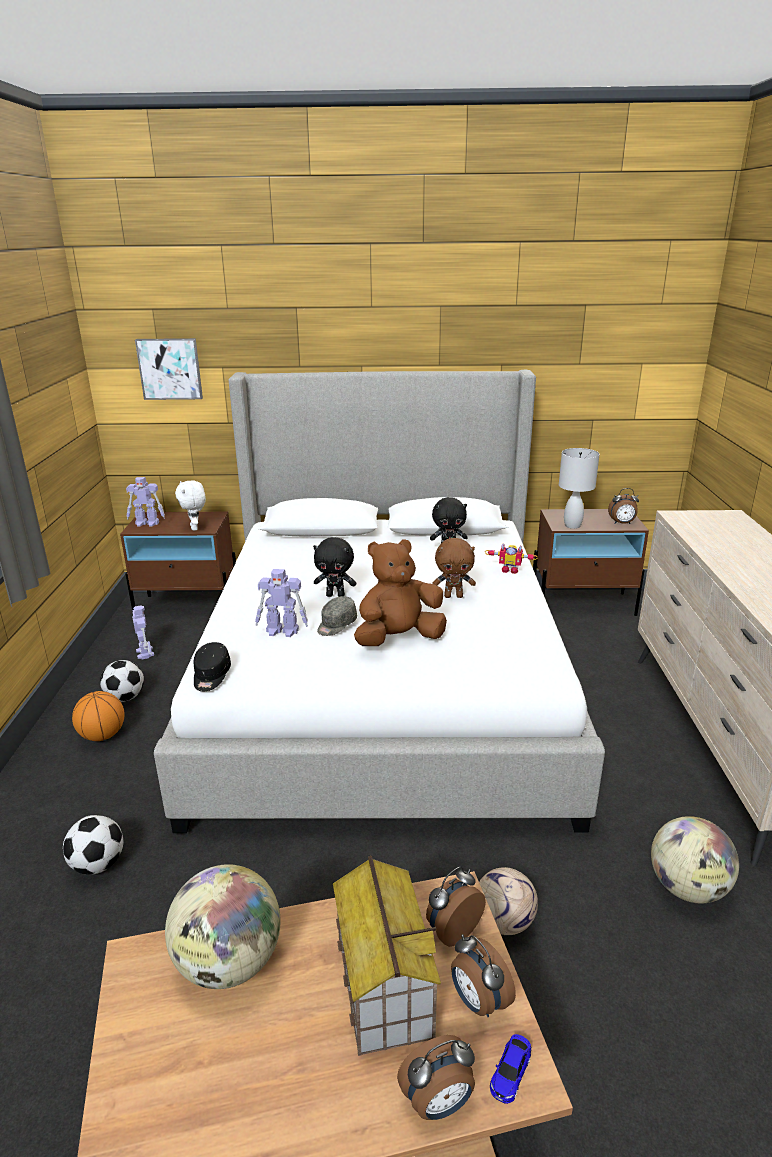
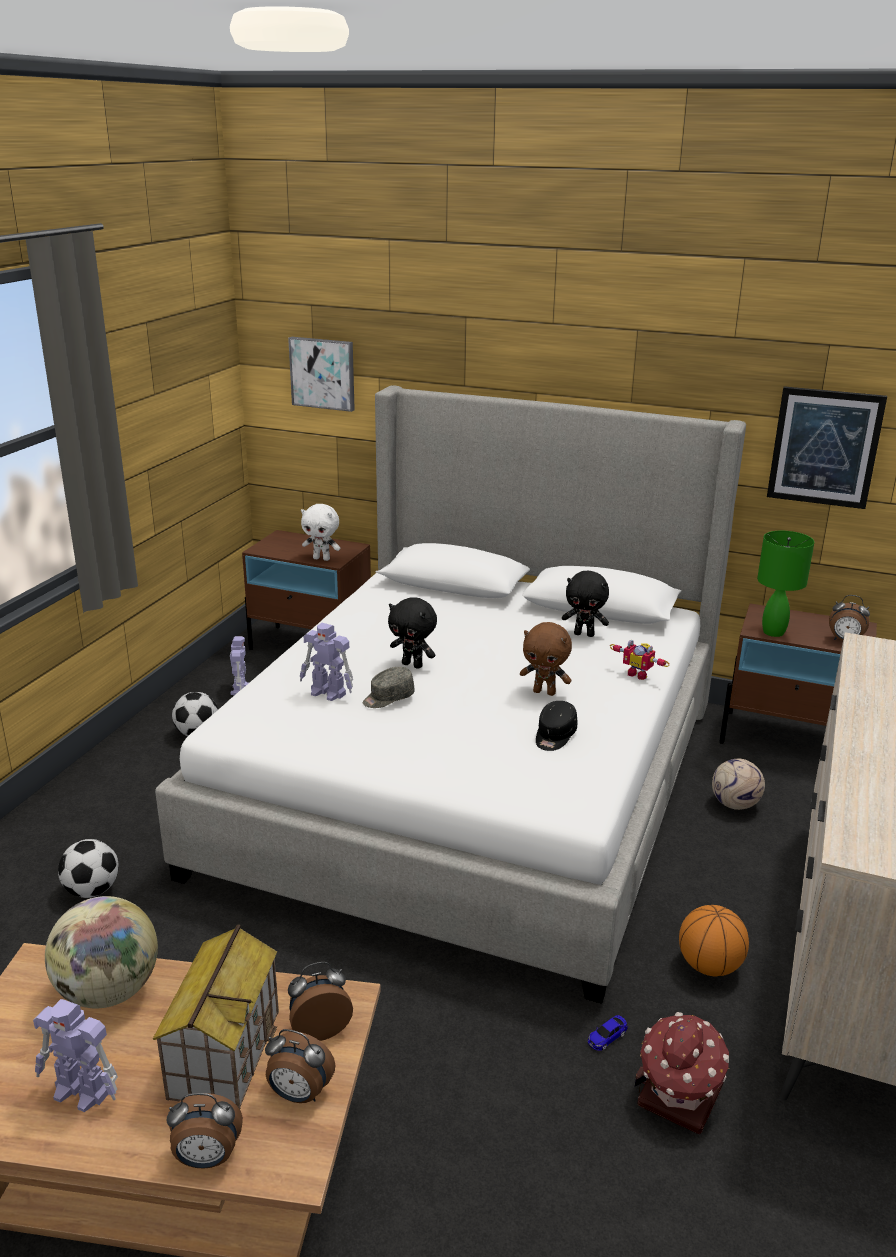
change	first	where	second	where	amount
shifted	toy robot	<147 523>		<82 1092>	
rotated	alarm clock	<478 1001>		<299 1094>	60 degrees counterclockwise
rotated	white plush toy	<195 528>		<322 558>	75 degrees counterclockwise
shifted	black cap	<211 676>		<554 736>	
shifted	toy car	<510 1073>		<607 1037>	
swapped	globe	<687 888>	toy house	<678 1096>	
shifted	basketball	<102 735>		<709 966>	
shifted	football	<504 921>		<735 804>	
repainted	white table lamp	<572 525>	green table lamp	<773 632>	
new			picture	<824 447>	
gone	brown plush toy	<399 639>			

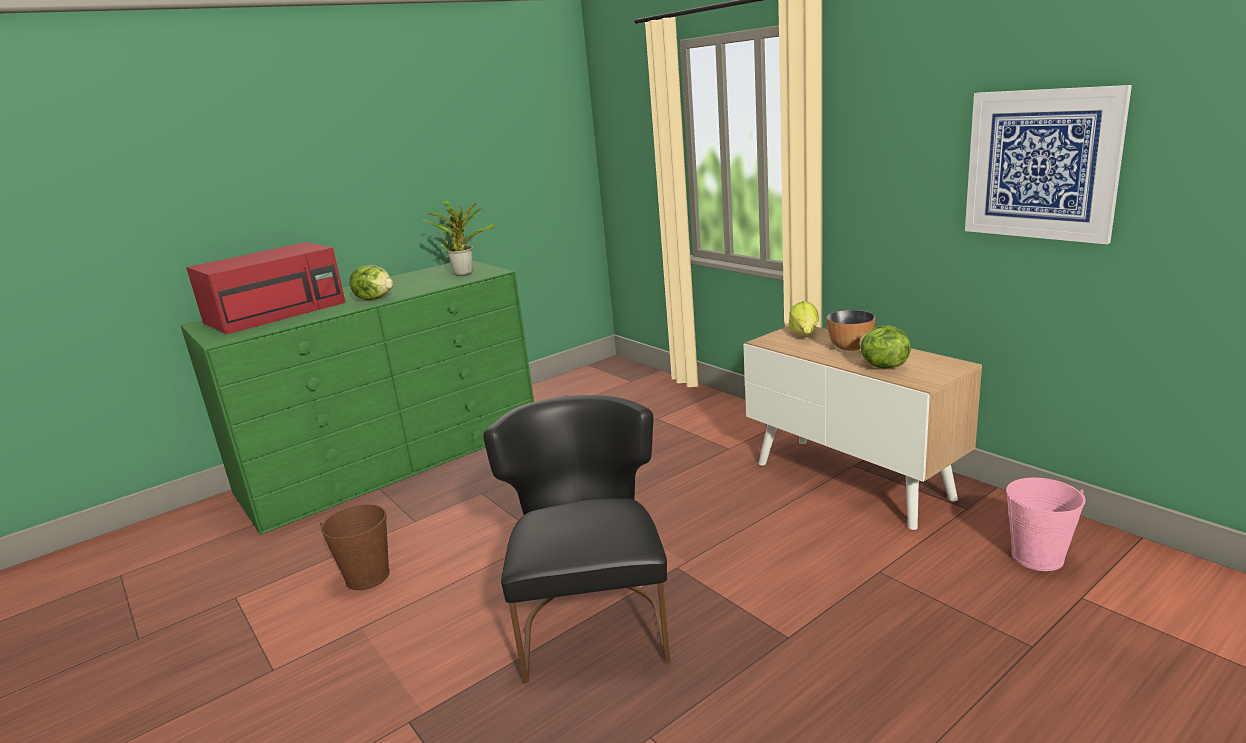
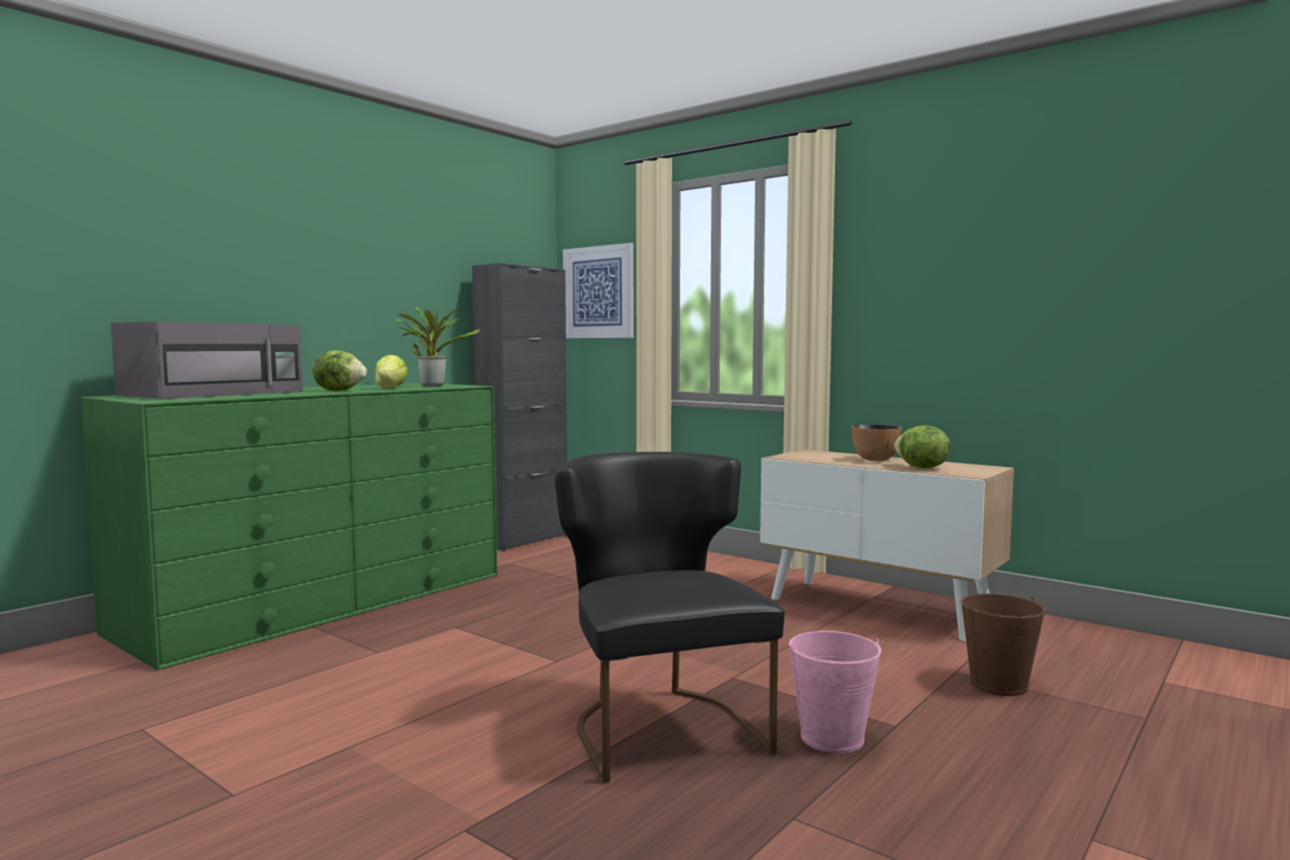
change	first	where	second	where	amount
repainted	red microwave	<277 312>	grey microwave	<215 393>	
shifted	lettuce	<804 334>		<390 388>	
new			black cabinet	<524 539>	
shifted	picture	<1041 164>		<598 292>	
shifted	pink bucket	<1037 556>		<831 738>	
shifted	brown bucket	<367 576>		<998 684>	

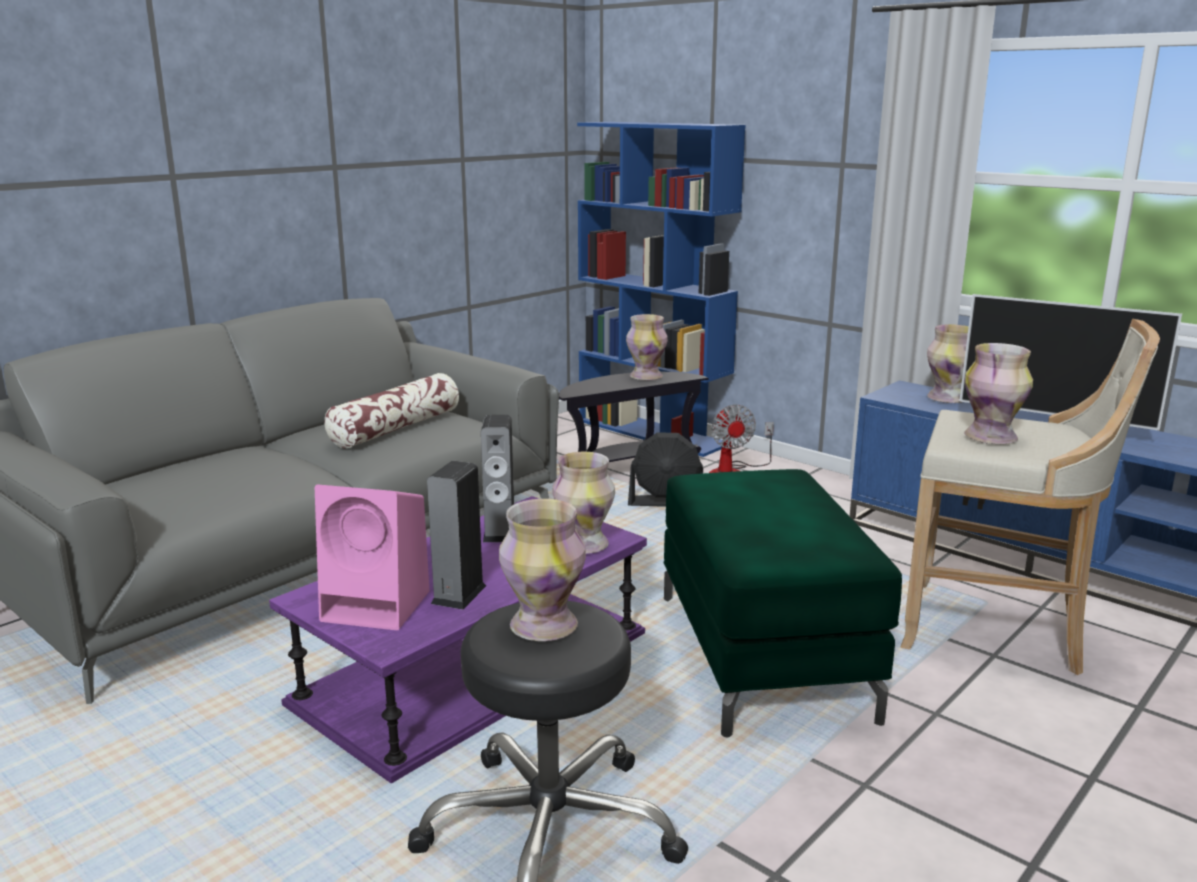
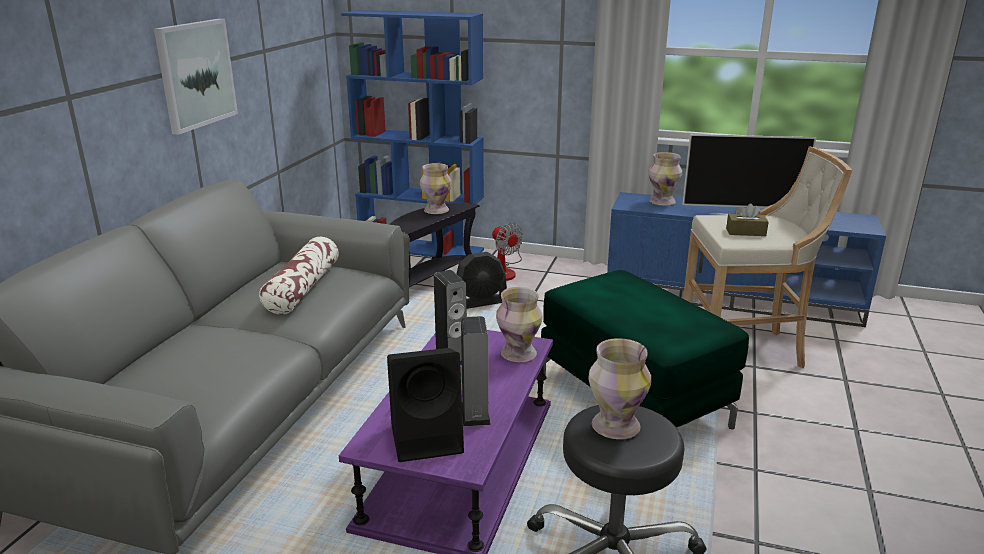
change	first	where	second	where	amount
new			picture	<196 74>	
repainted	pink speaker	<379 606>	black speaker	<429 438>	
swapped	vase	<992 437>	brown tissue box	<745 232>	

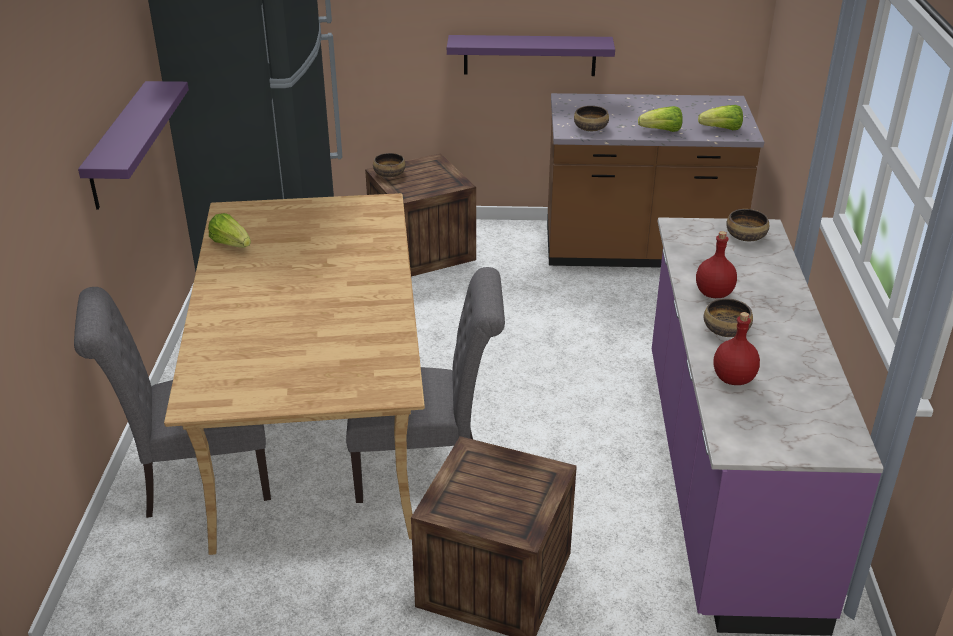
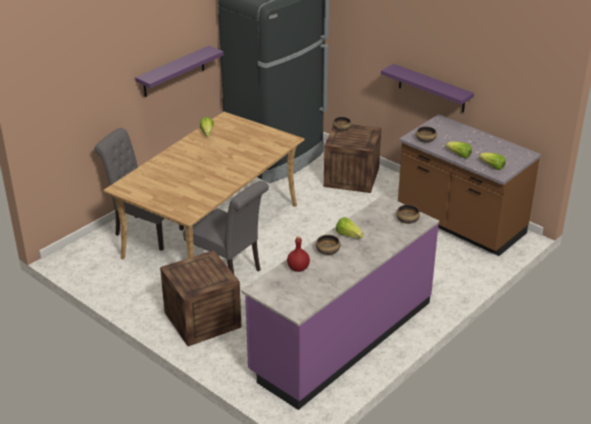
change	first	where	second	where	amount
swapped	red bottle	<713 293>	lettuce	<348 235>	

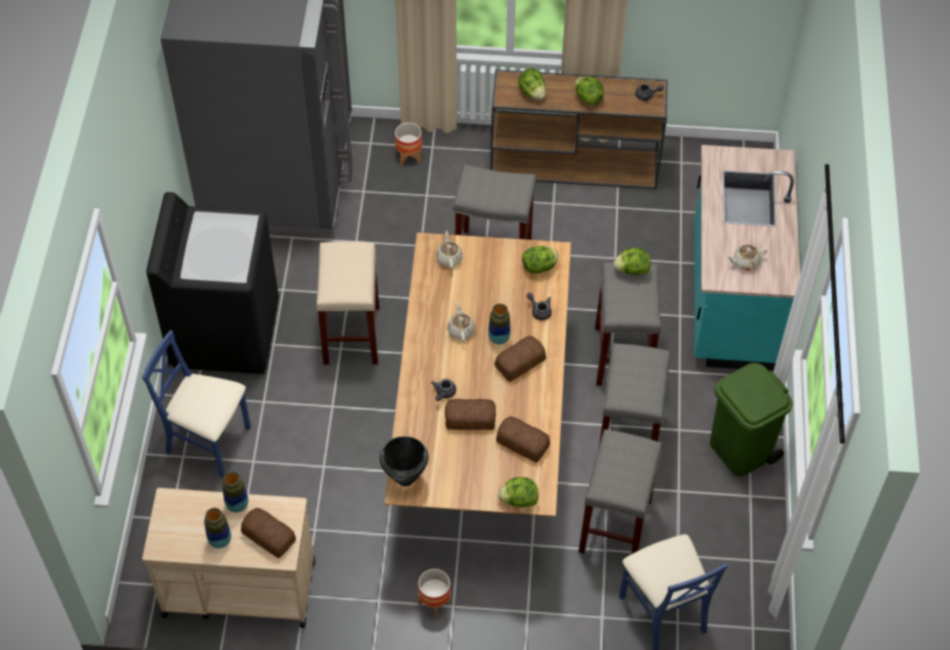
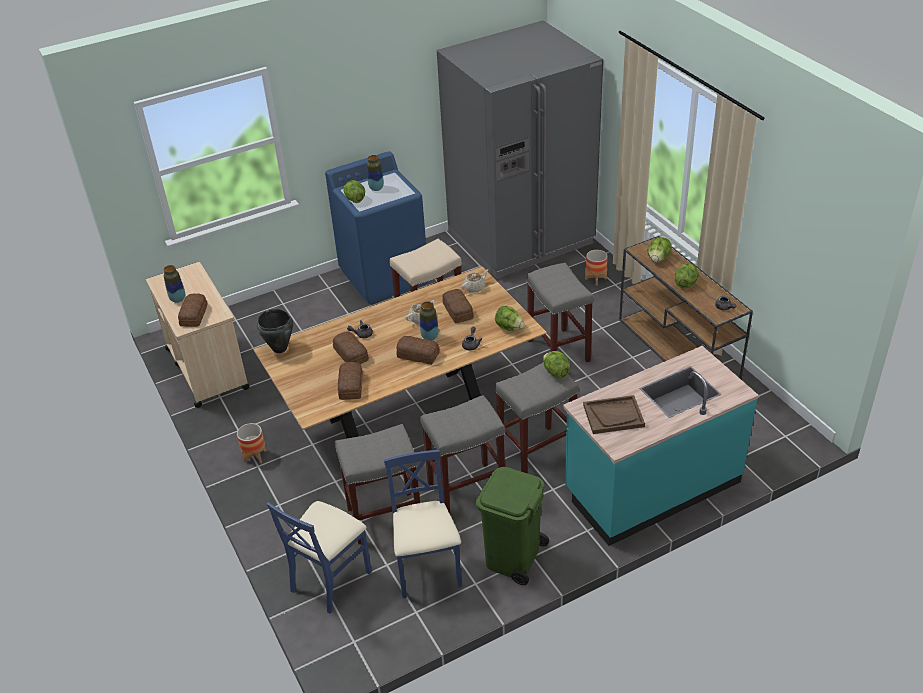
change	first	where	second	where	amount
repainted	black washing machine	<225 332>	blue washing machine	<384 276>	
shifted	lettuce	<518 500>		<354 199>	
shifted	vase	<237 505>		<376 188>	
shifted	blue chair	<209 441>		<427 569>	
new			bread	<457 311>	
swapped	beige teapot	<745 262>	brown tray	<613 416>	

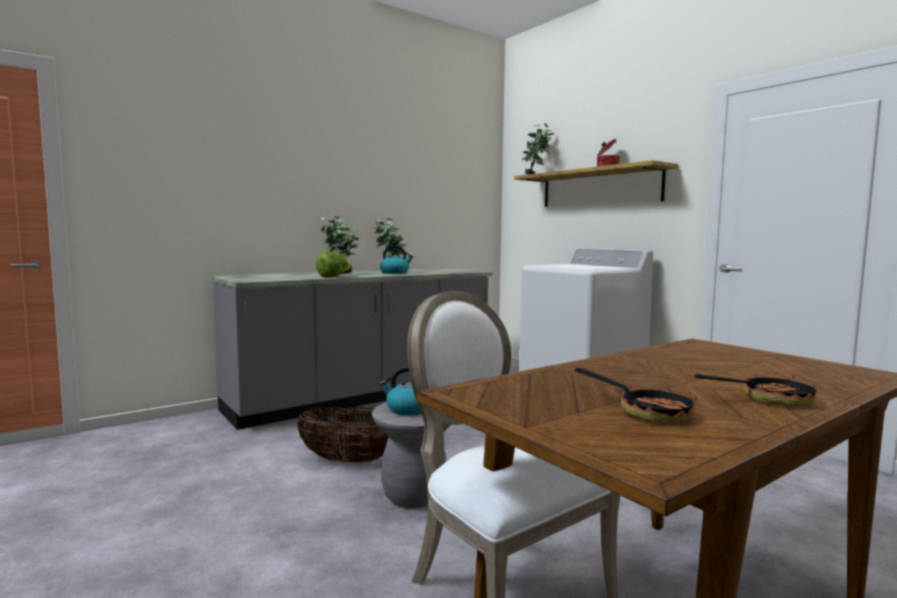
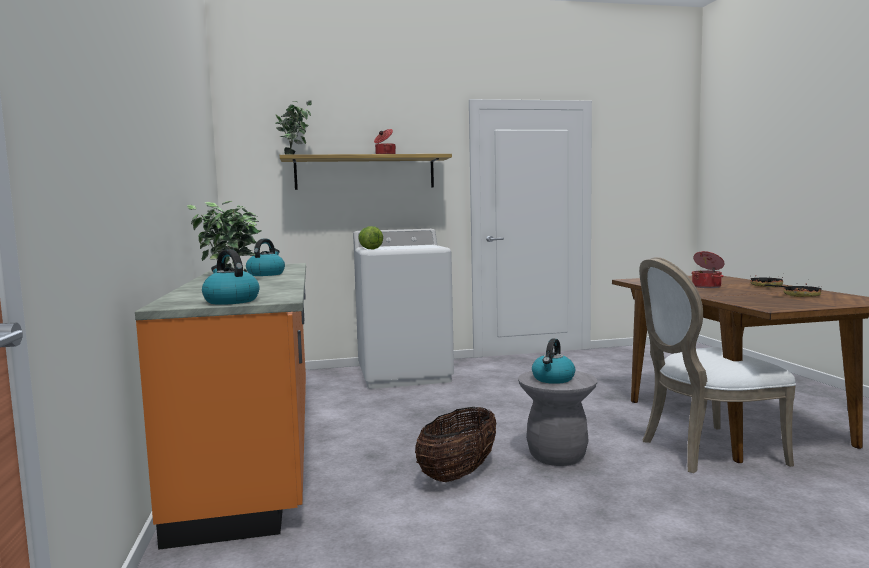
change	first	where	second	where	amount
repainted	grey counter	<364 396>	orange counter	<257 447>	
new			kettle	<230 301>	
shifted	lettuce	<333 276>		<369 249>	
new			cooking pot	<707 286>	

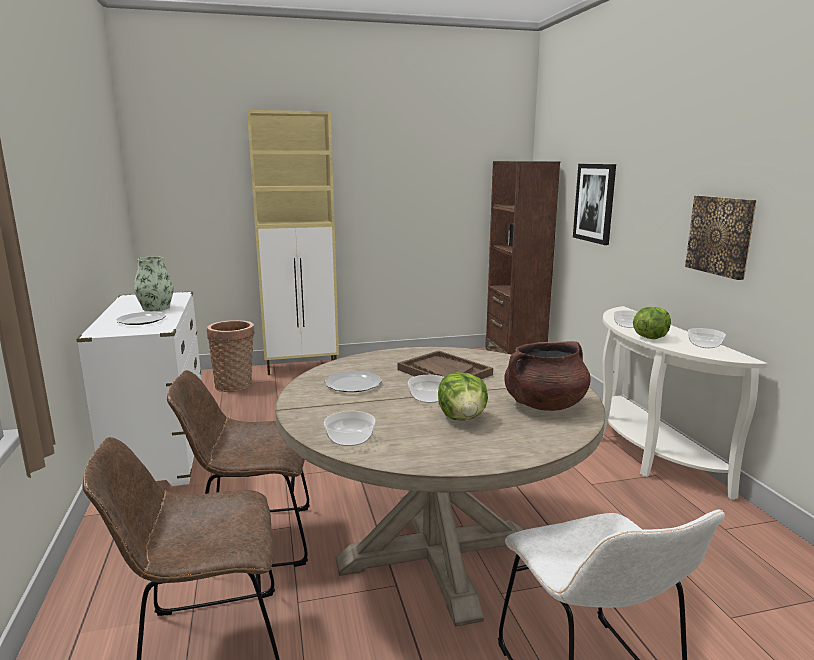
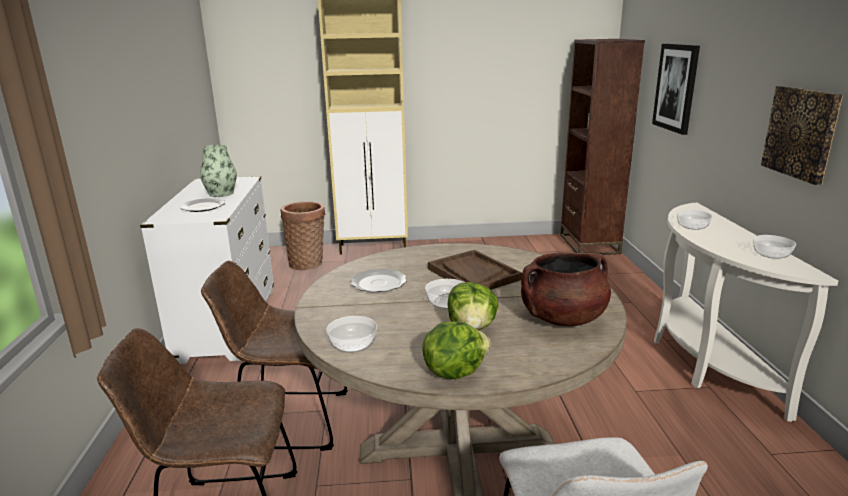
change	first	where	second	where	amount
shifted	lettuce	<650 337>		<454 371>	

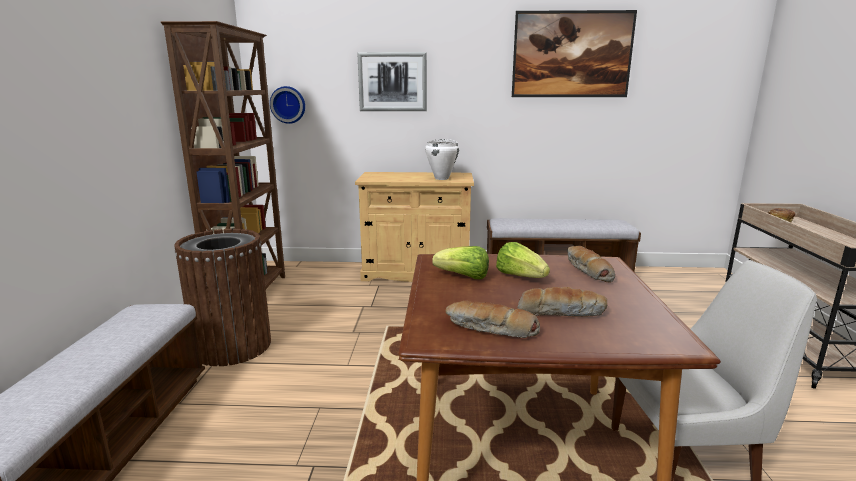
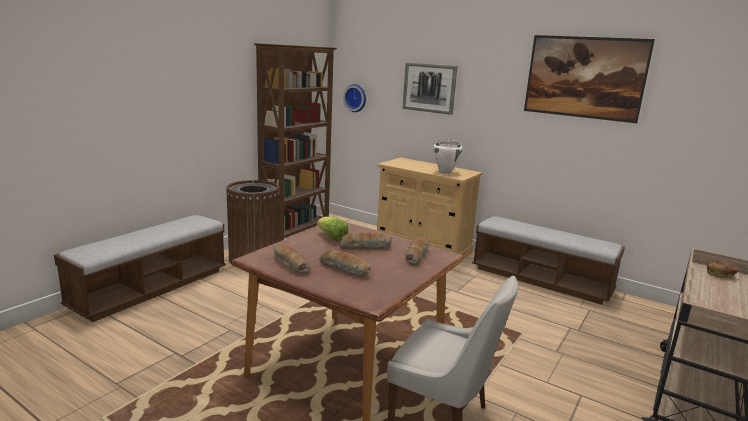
change	first	where	second	where	amount
swapped	lettuce	<520 276>	bread	<365 247>	

